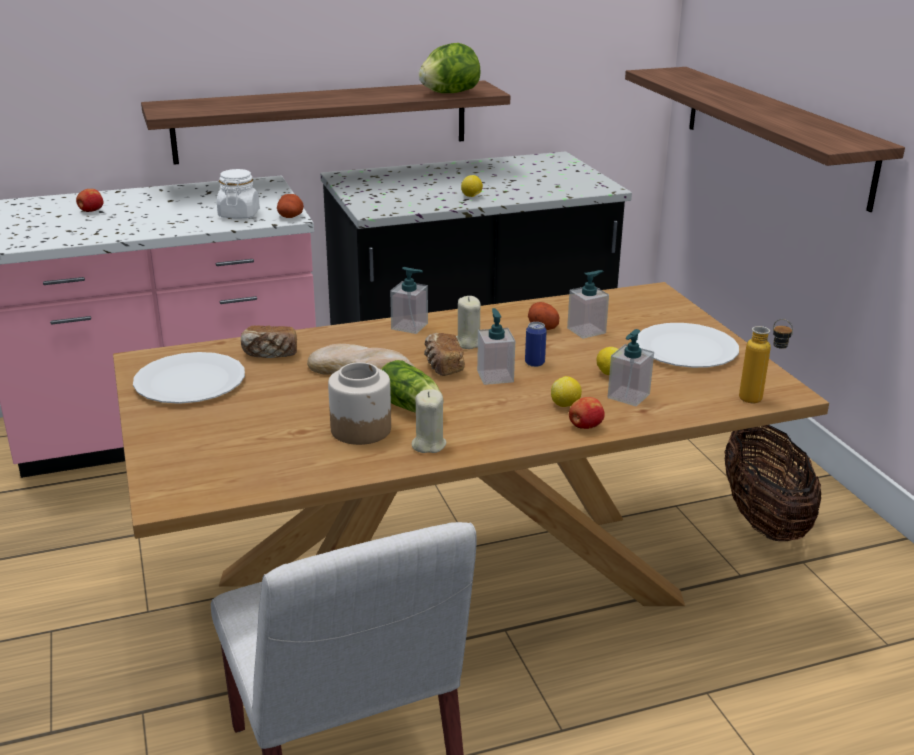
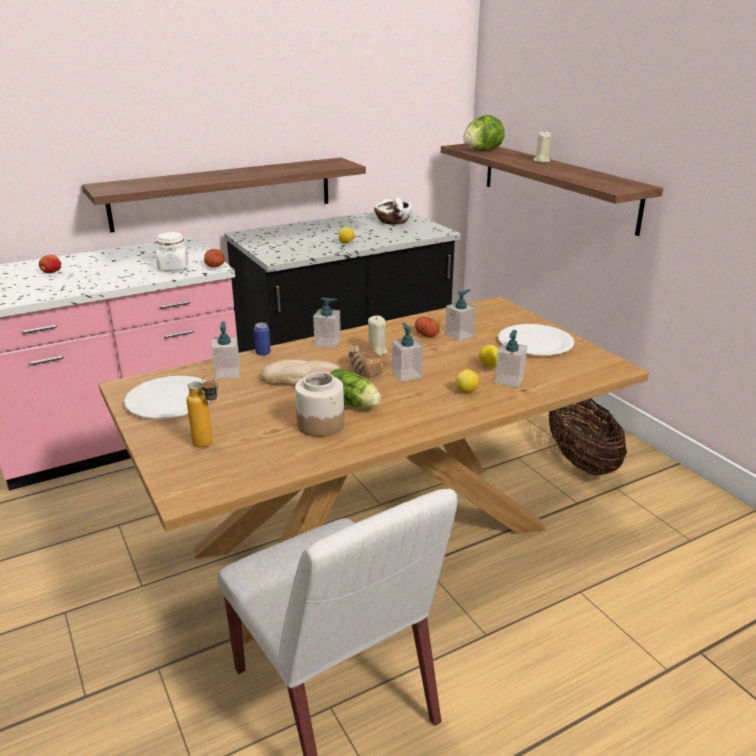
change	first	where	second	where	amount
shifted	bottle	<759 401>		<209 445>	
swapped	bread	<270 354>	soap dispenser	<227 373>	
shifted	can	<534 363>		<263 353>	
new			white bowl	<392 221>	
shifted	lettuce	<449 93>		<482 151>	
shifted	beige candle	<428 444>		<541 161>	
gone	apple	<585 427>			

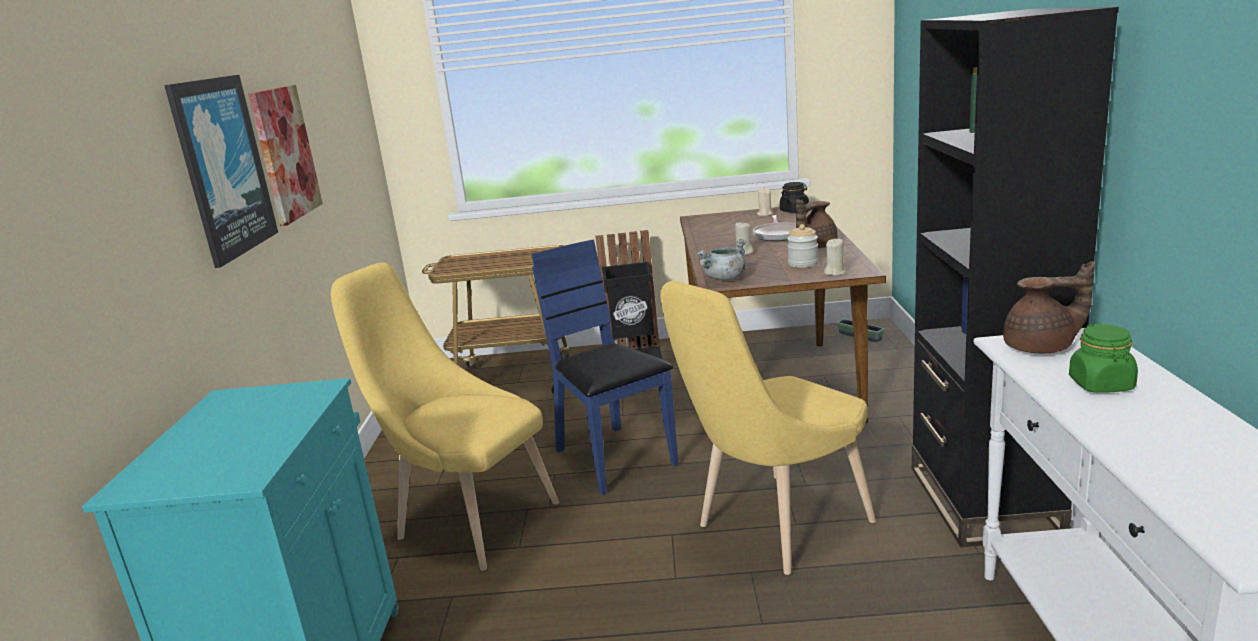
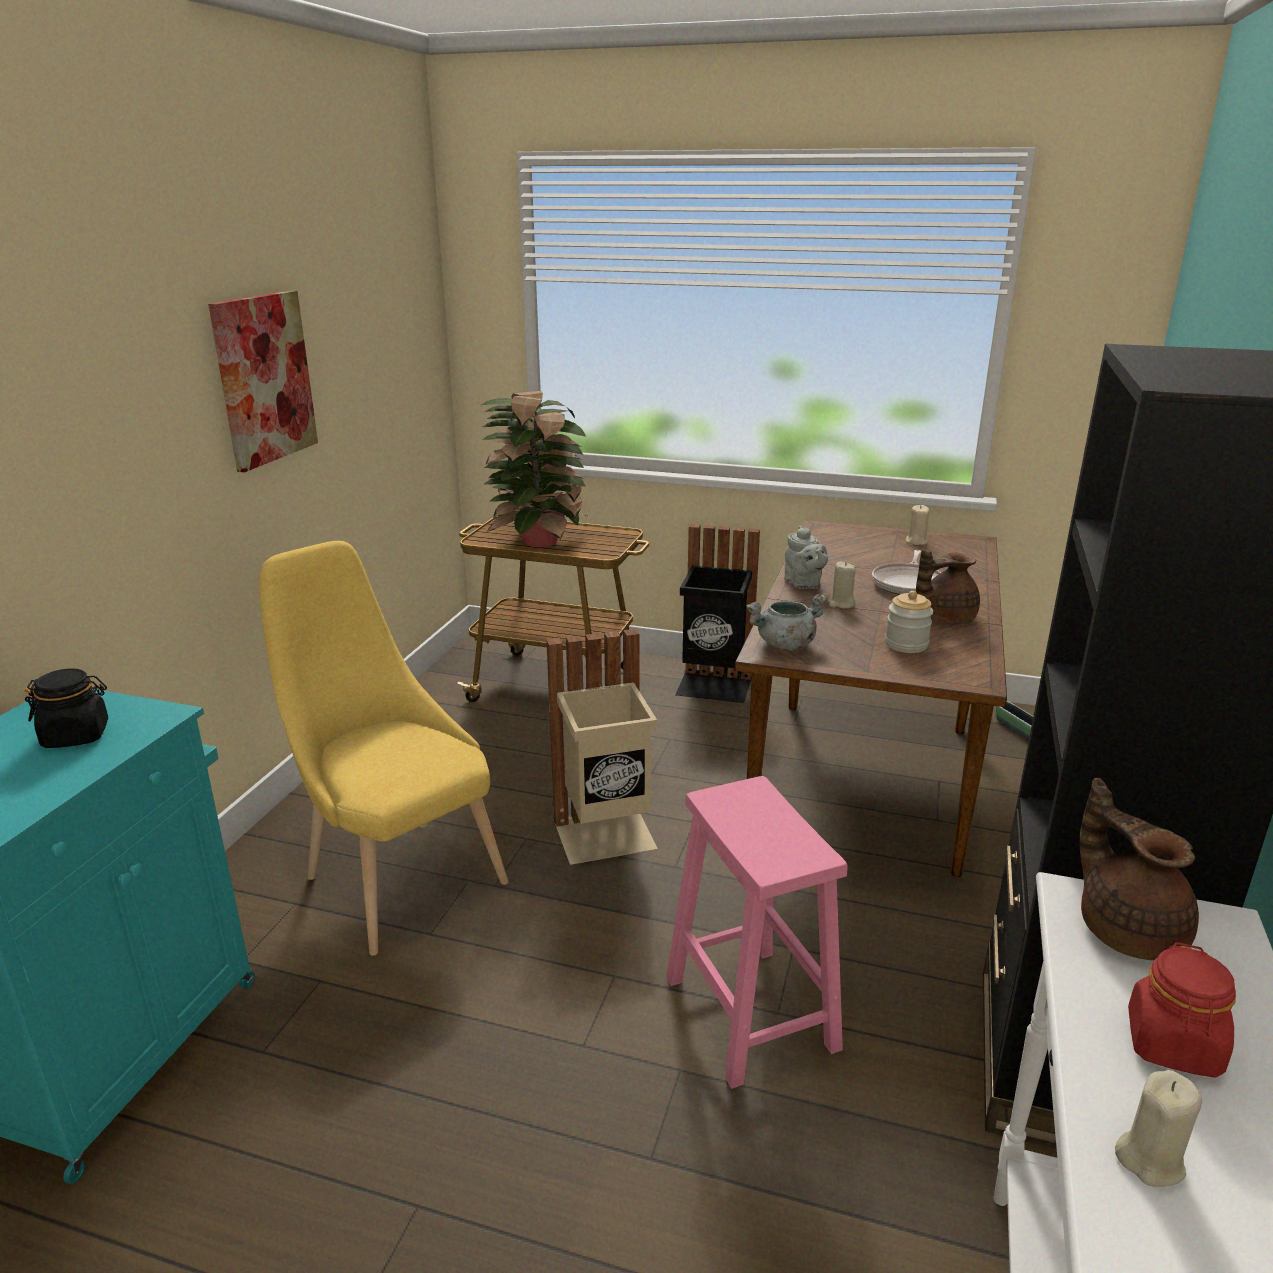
change	first	where	second	where	amount
shifted	black jar	<794 210>		<76 736>	
new			potted plant	<539 540>	
swapped	blue chair	<614 459>	beige trash can	<606 837>	
swapped	yellow chair	<775 528>	pink stool	<748 1011>	
new			grey teapot	<803 584>	
rotated	brown teapot	<1042 348>		<1128 928>	135 degrees counterclockwise
shifted	beige candle	<834 273>		<1150 1159>	
repainted	green jar	<1101 385>	red jar	<1173 1045>	
gone	picture	<222 167>			

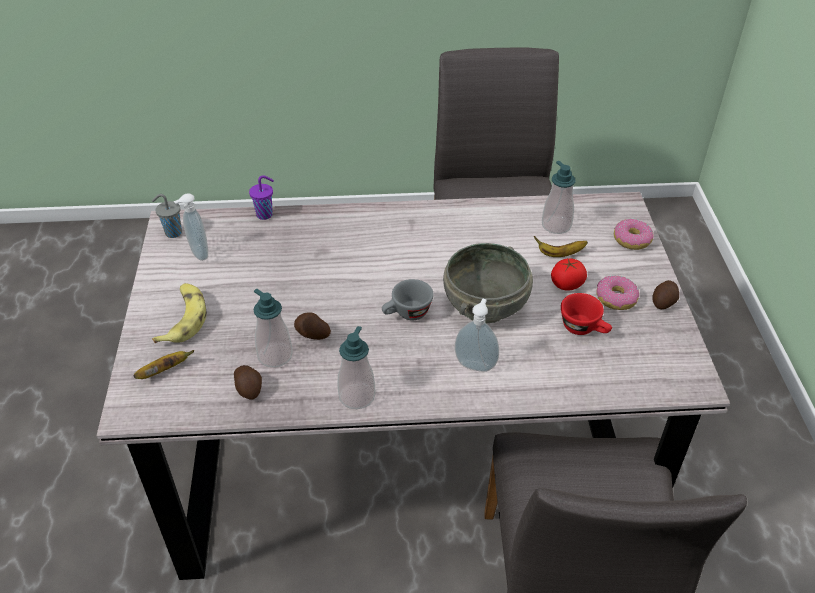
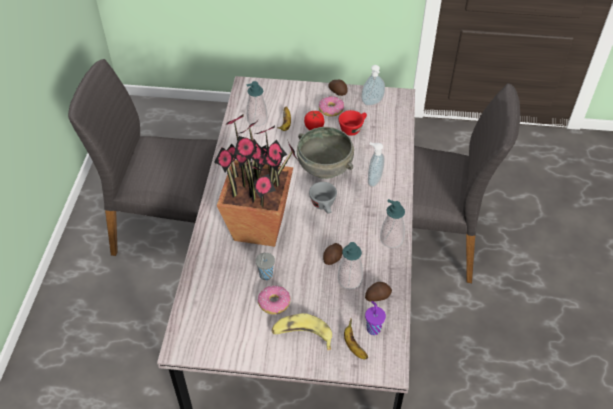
change	first	where	second	where	amount
new			potted plant	<260 227>	
shifted	grey cup	<172 233>		<265 276>	
shifted	donut	<632 240>		<274 303>	
shifted	soap dispenser	<198 254>		<372 103>	
shifted	purple cup	<265 214>		<373 328>	

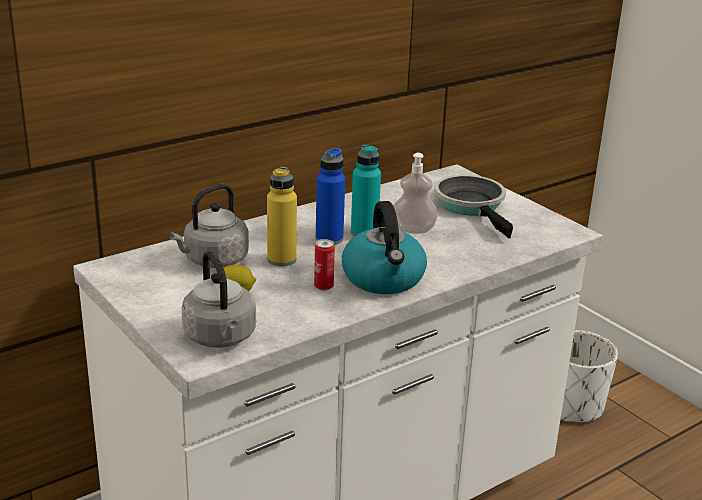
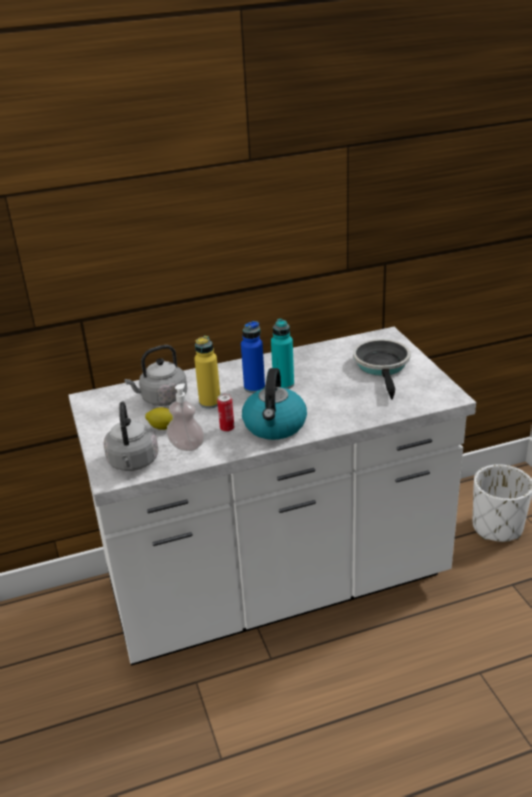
change	first	where	second	where	amount
shifted	soap dispenser	<413 230>		<186 446>	

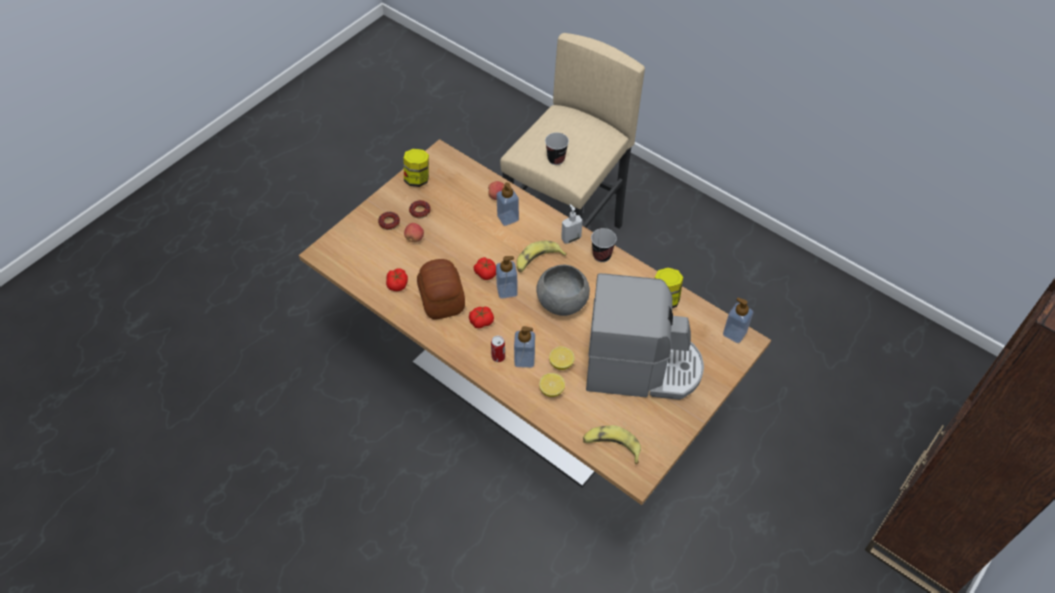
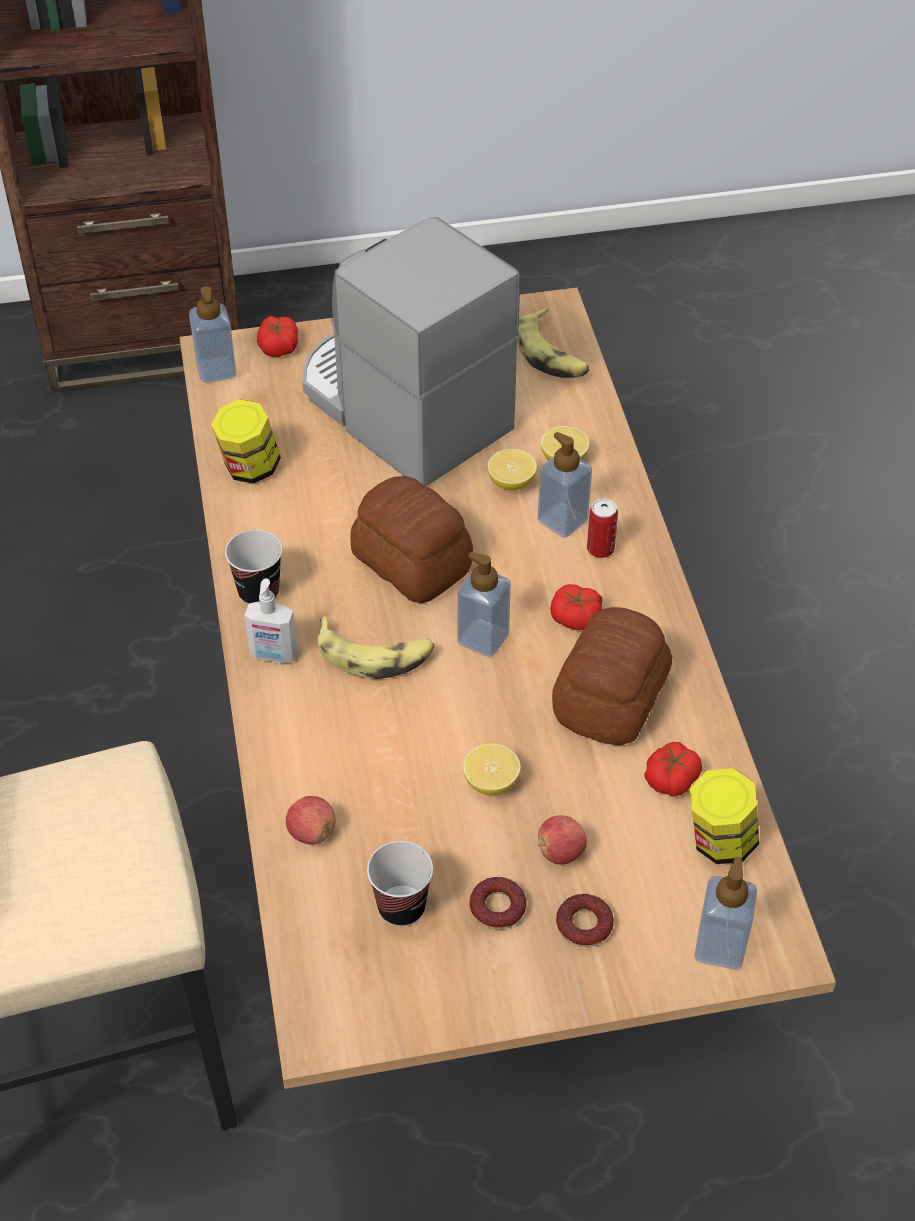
change	first	where	second	where	amount
shifted	tomato	<486 272>		<278 346>	
swapped	grey bowl	<562 302>	bread	<411 564>	
shifted	cup	<556 159>		<401 907>	
new			lemon	<491 782>	
shifted	jar	<417 179>		<719 841>	
shifted	soap dispenser	<508 218>		<720 947>	

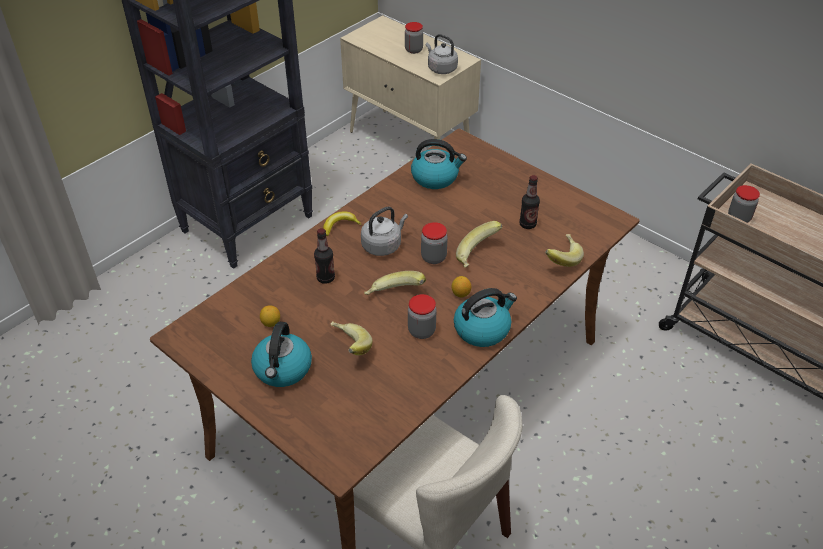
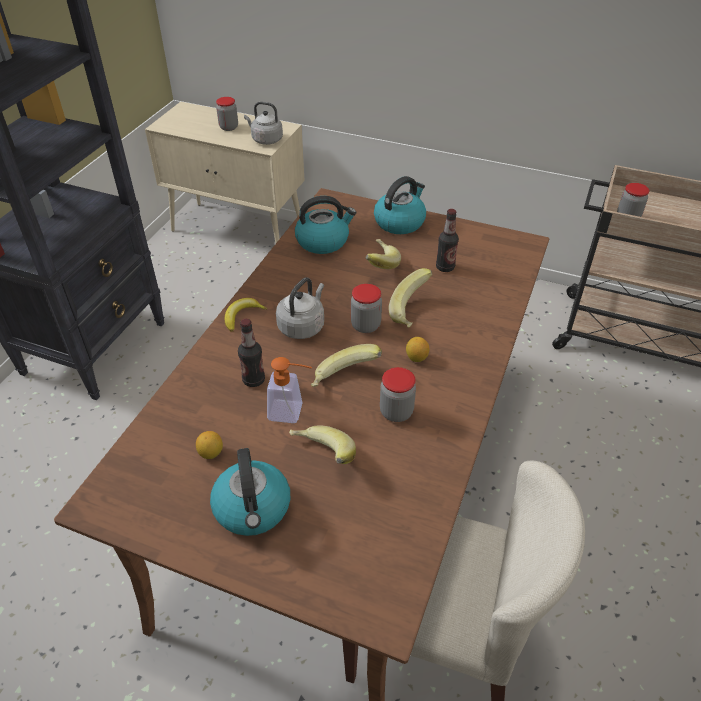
change	first	where	second	where	amount
new			soap dispenser	<292 412>	
shifted	banana	<560 258>		<378 264>	
shifted	kettle	<482 329>		<400 222>	

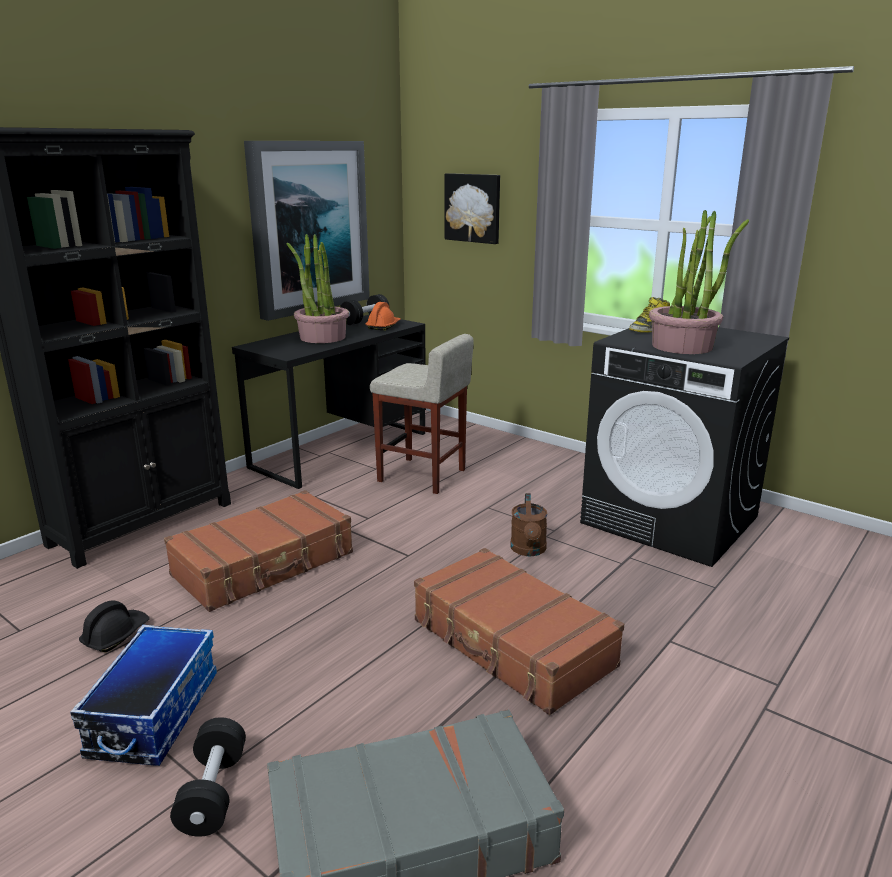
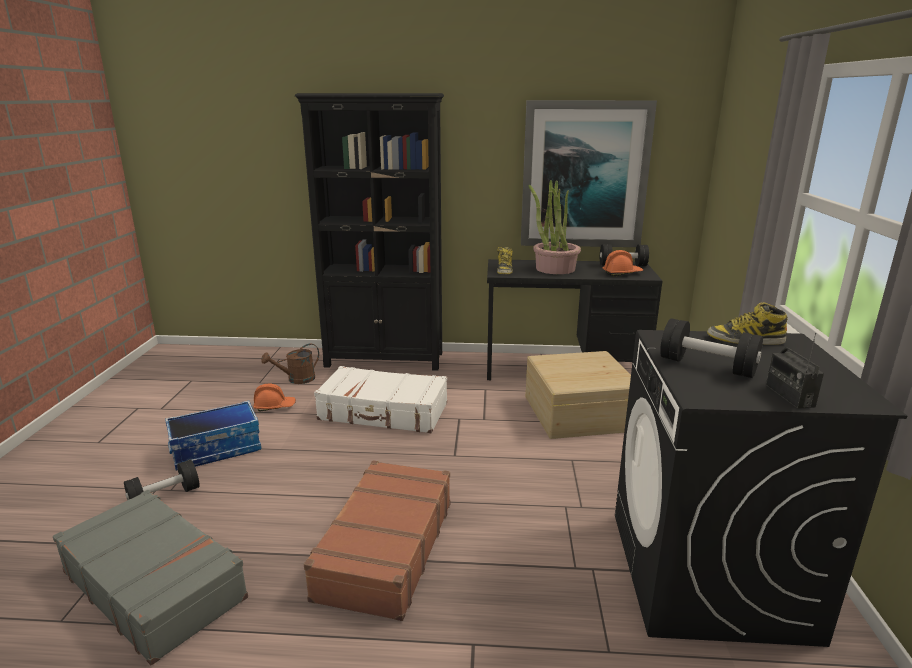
change	first	where	second	where	amount
repainted	black hard hat	<116 635>	orange hard hat	<274 406>	
shifted	brown watering can	<529 550>		<296 380>	
repainted	brown suitcase	<265 564>	white suitcase	<383 412>	
new			boot	<504 270>	
swapped	beige stool	<423 476>	beige storage box	<577 412>	
swapped	potted plant	<683 346>	black dumbbell	<707 366>	
new			radio	<789 396>	
gone	picture	<473 208>			

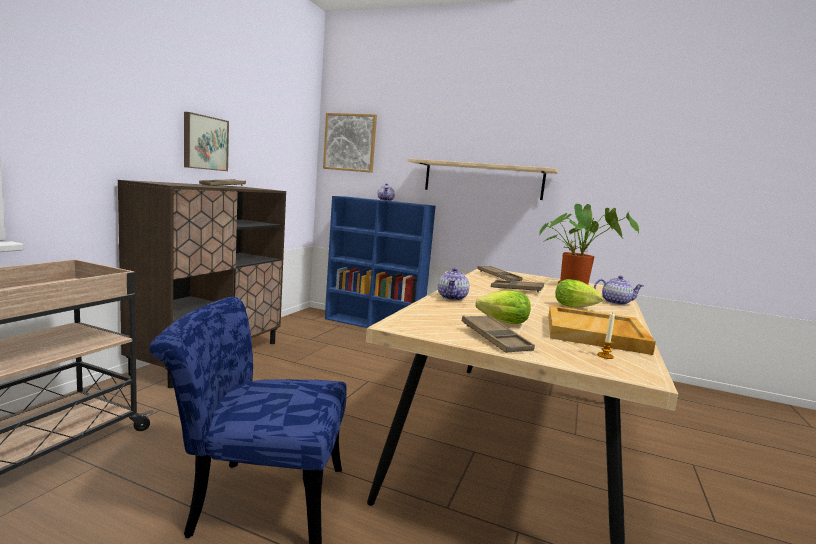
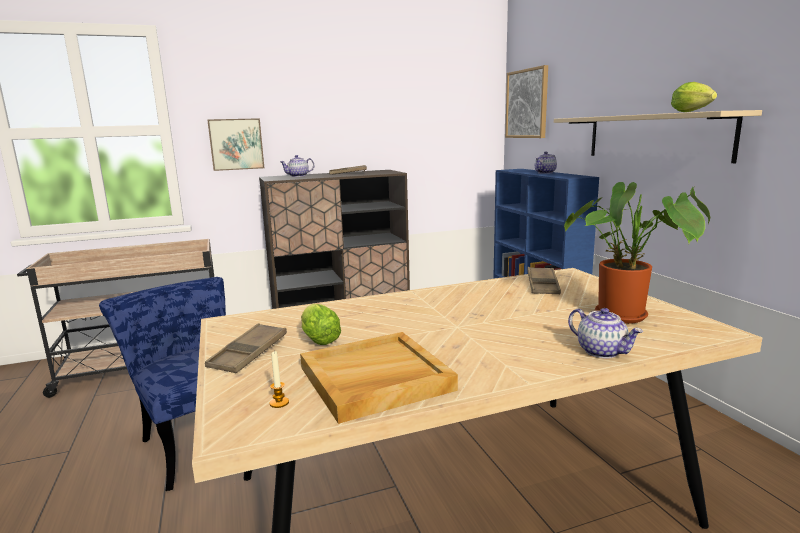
change	first	where	second	where	amount
shifted	picture	<204 143>		<236 144>	
shifted	teapot	<452 298>		<298 176>	
shifted	lettuce	<576 307>		<693 112>	
gone	brown tray	<516 289>			

